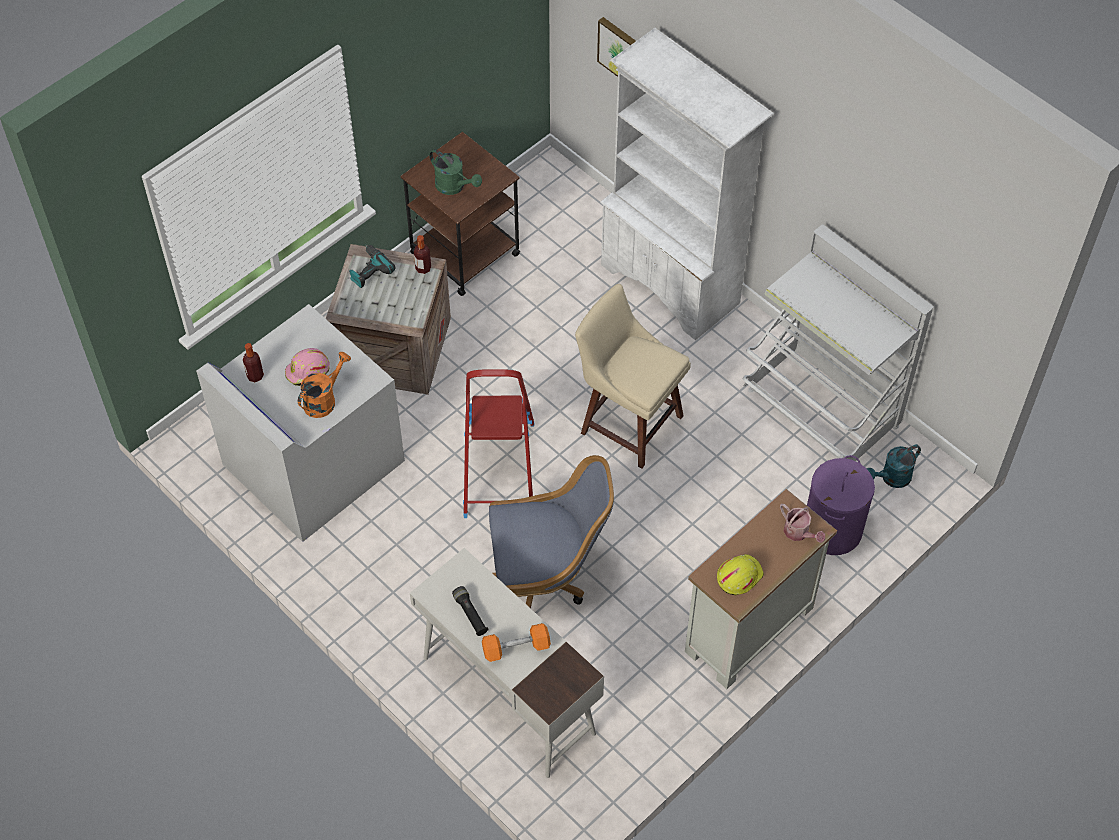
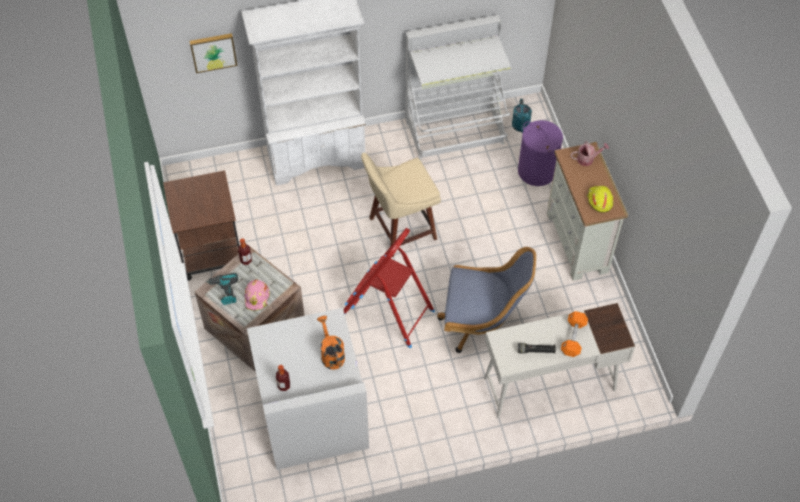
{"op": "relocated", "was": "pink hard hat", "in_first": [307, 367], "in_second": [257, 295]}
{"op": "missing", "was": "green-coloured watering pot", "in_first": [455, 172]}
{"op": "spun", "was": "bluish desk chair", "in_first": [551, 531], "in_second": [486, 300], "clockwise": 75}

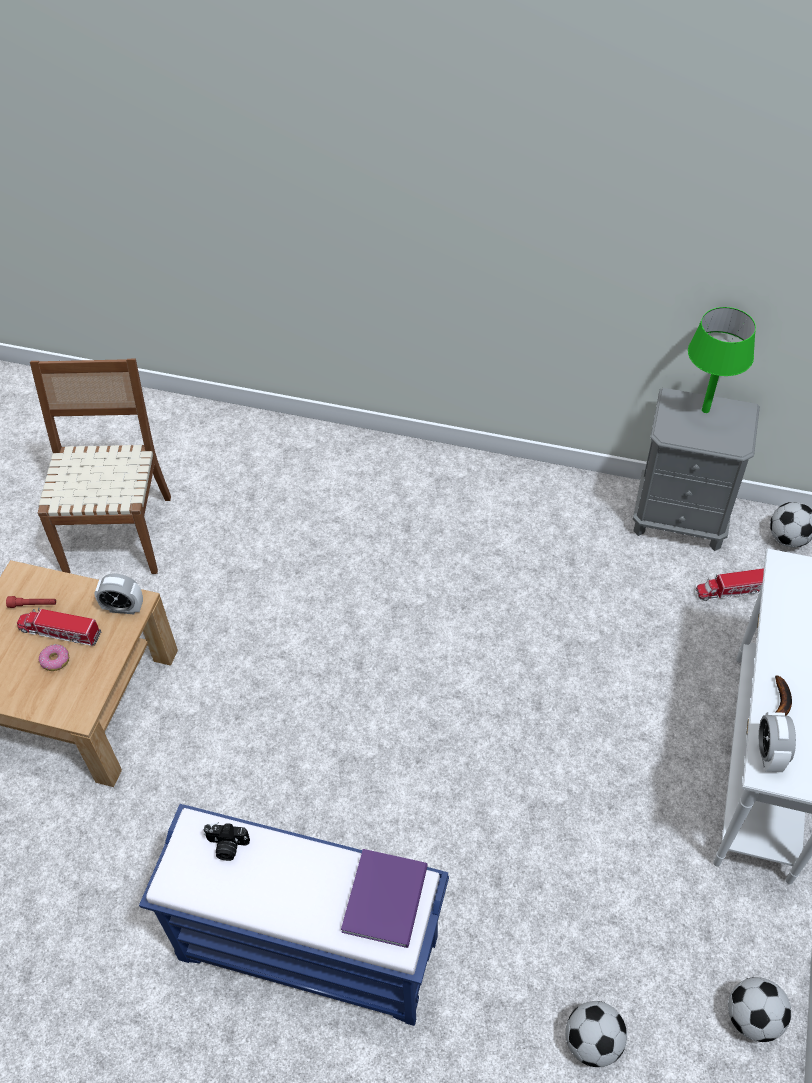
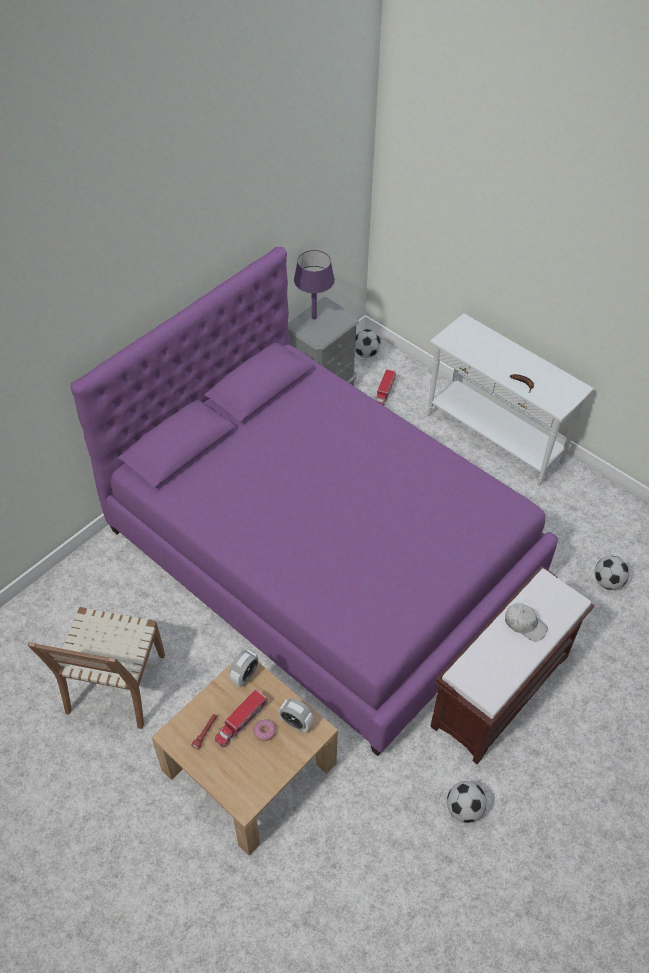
{"op": "spun", "was": "chair", "in_first": [100, 466], "in_second": [96, 668], "clockwise": -105}
{"op": "colour", "was": "bluish indoor bench", "now": "brown indoor bench", "in_first": [294, 915], "in_second": [512, 665]}
{"op": "missing", "was": "photo camera", "in_first": [226, 841]}
{"op": "missing", "was": "purple-coloured book", "in_first": [384, 898]}
{"op": "colour", "was": "green-coloured tabletop lamp", "now": "purple-coloured tabletop lamp", "in_first": [722, 360], "in_second": [314, 284]}
{"op": "relocated", "was": "ball for football", "in_first": [759, 1009], "in_second": [467, 802]}
{"op": "relocated", "was": "alarm clock", "in_first": [777, 742], "in_second": [296, 715]}
{"op": "appeared", "now": "purple-coloured sleeping bed", "in_second": [314, 501]}
{"op": "appeared", "now": "whitish baseball cap", "in_second": [526, 622]}

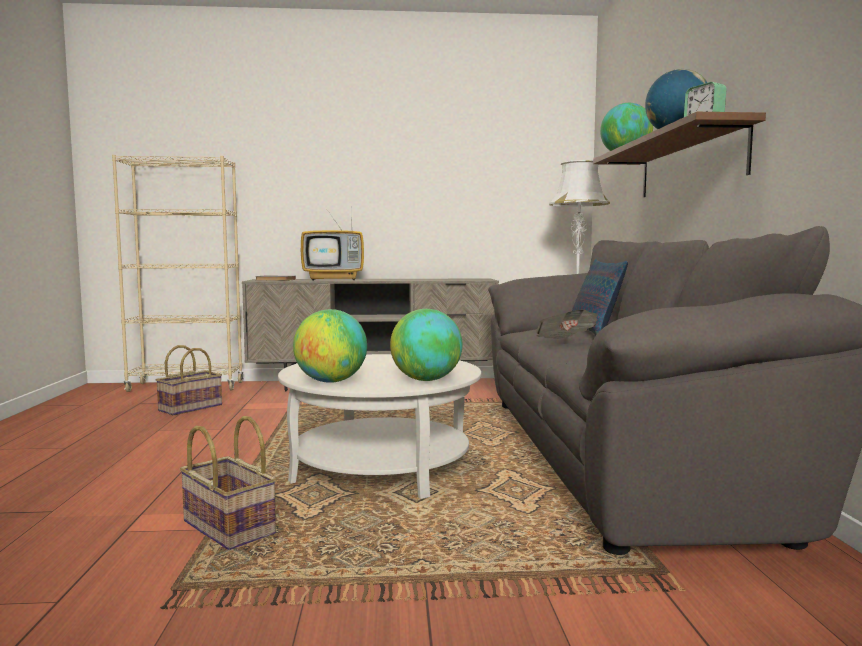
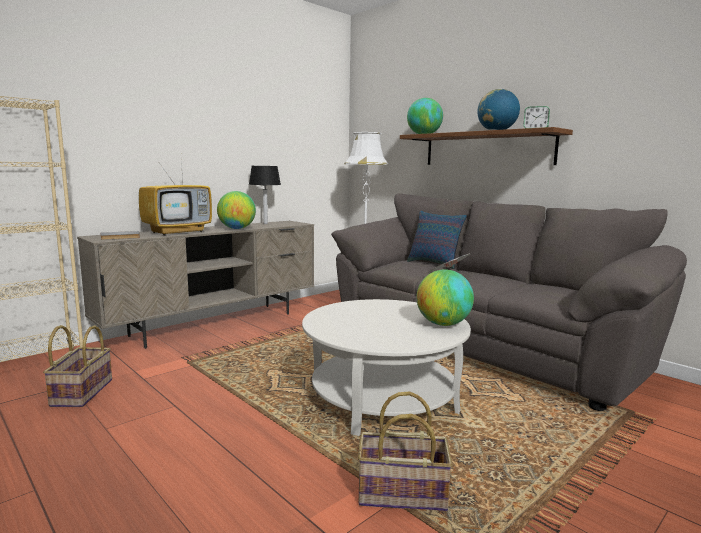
{"op": "relocated", "was": "desk globe", "in_first": [330, 346], "in_second": [236, 210]}
{"op": "appeared", "now": "black tabletop lamp", "in_second": [265, 195]}

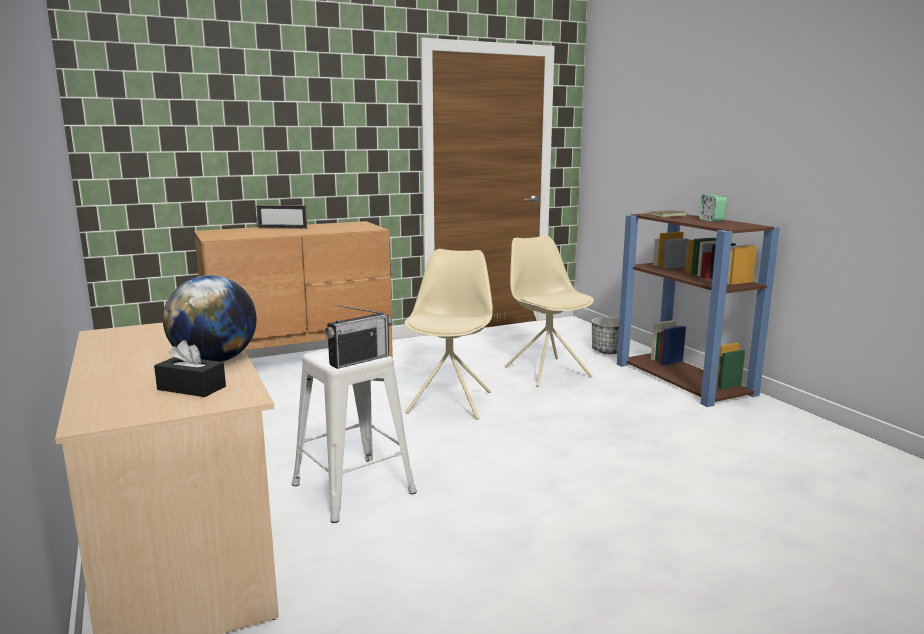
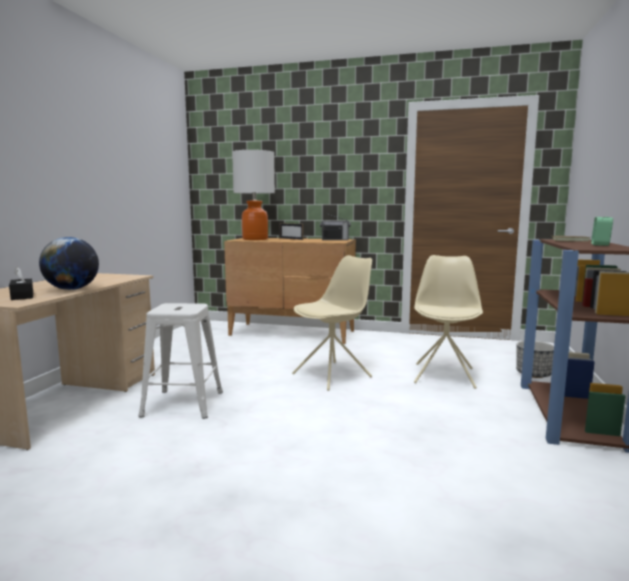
{"op": "relocated", "was": "radio", "in_first": [358, 337], "in_second": [335, 226]}
{"op": "appeared", "now": "tabletop lamp", "in_second": [253, 195]}

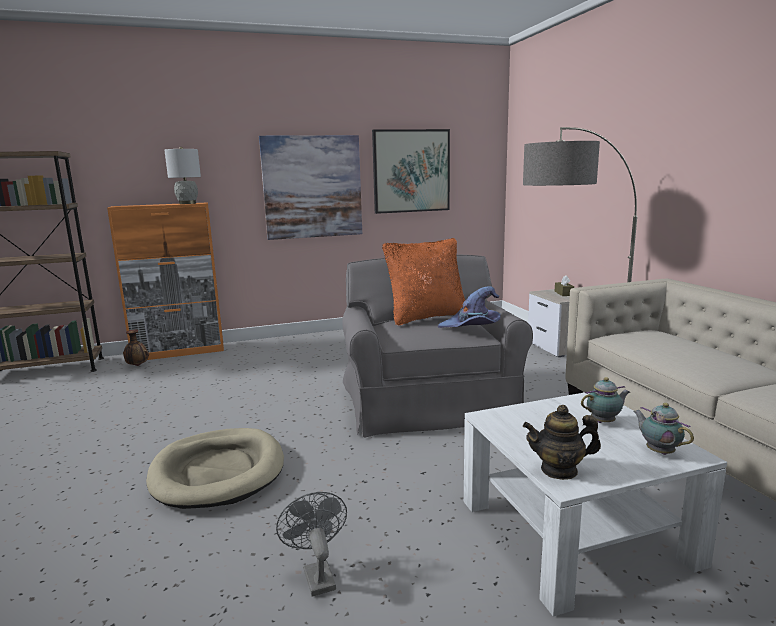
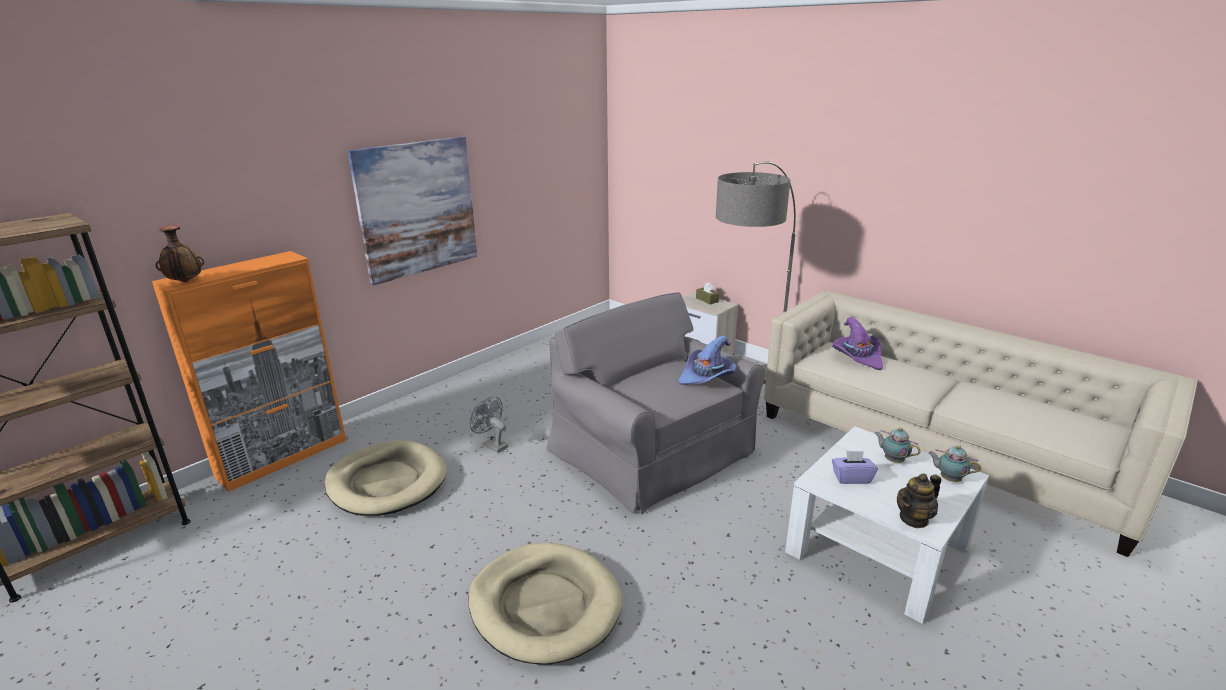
{"op": "relocated", "was": "flower vase", "in_first": [136, 348], "in_second": [179, 253]}
{"op": "missing", "was": "whitish tabletop lamp", "in_first": [182, 175]}
{"op": "relocated", "was": "gray cooling fan", "in_first": [311, 544], "in_second": [489, 425]}
{"op": "missing", "was": "picture", "in_first": [411, 171]}
{"op": "missing", "was": "orangey cushion", "in_first": [423, 282]}
{"op": "spun", "was": "pot for tea", "in_first": [605, 400], "in_second": [898, 445], "clockwise": -90}
{"op": "appeared", "now": "beige-coloured dog bed", "in_second": [386, 478]}
{"op": "appeared", "now": "purple-coloured wearable hat", "in_second": [857, 343]}
{"op": "appeared", "now": "purple-coloured box of tissues", "in_second": [855, 467]}

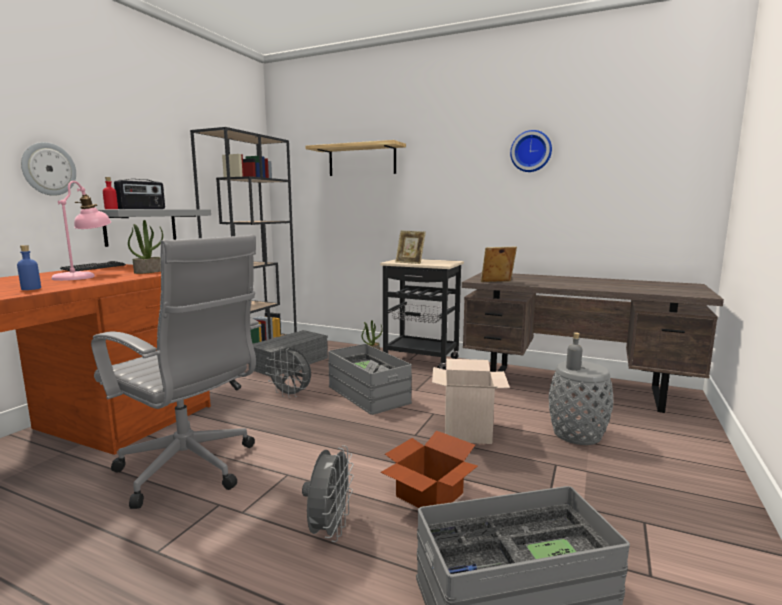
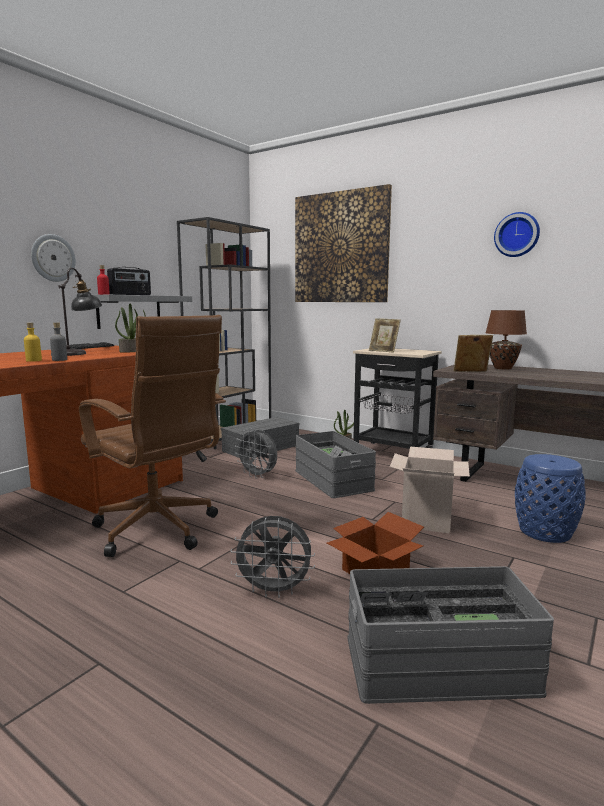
{"op": "colour", "was": "bluish bottle", "now": "yellow bottle", "in_first": [29, 267], "in_second": [33, 342]}
{"op": "colour", "was": "pink tabletop lamp", "now": "gray tabletop lamp", "in_first": [81, 231], "in_second": [80, 312]}
{"op": "colour", "was": "gray desk chair", "now": "brown desk chair", "in_first": [176, 371], "in_second": [152, 436]}
{"op": "spun", "was": "gray cooling fan", "in_first": [328, 493], "in_second": [272, 557], "clockwise": 75}
{"op": "exchanged", "was": "wall shelf", "now": "picture", "in_first": [356, 158], "in_second": [343, 243]}
{"op": "colour", "was": "gray stool seat", "now": "bluish stool seat", "in_first": [581, 403], "in_second": [550, 498]}
{"op": "relocated", "was": "gray bottle", "in_first": [574, 351], "in_second": [58, 341]}
{"op": "appeared", "now": "brown tabletop lamp", "in_second": [506, 339]}

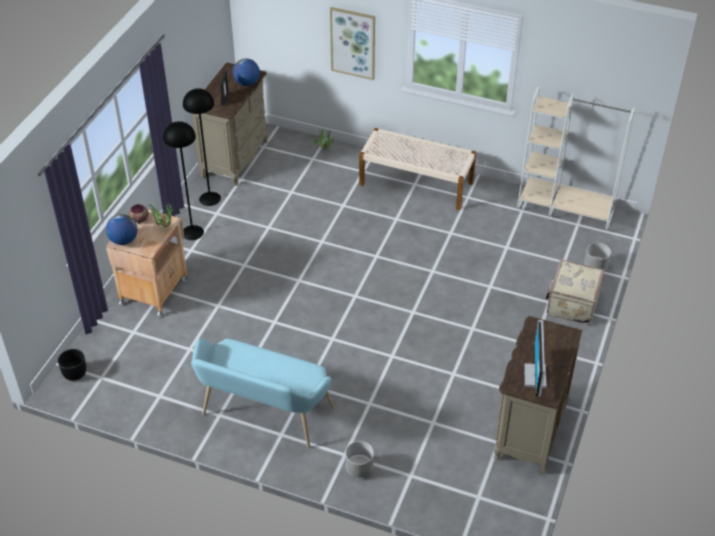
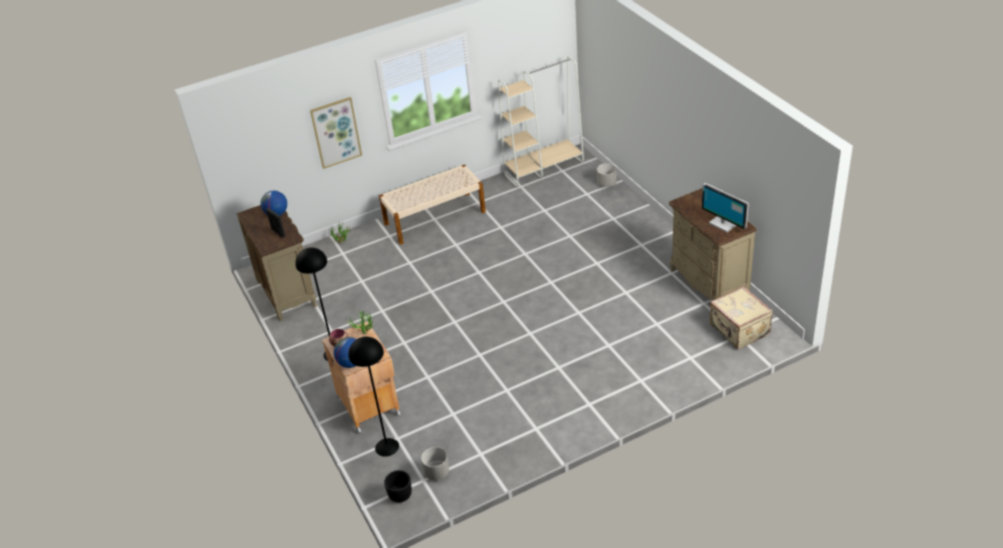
{"op": "relocated", "was": "black floor lamp", "in_first": [202, 147], "in_second": [373, 397]}
{"op": "missing", "was": "turquoise indoor bench", "in_first": [263, 393]}
{"op": "relocated", "was": "gray plant pot", "in_first": [359, 459], "in_second": [435, 463]}
{"op": "relocated", "was": "beige-coloured piece of luggage", "in_first": [574, 292], "in_second": [741, 317]}

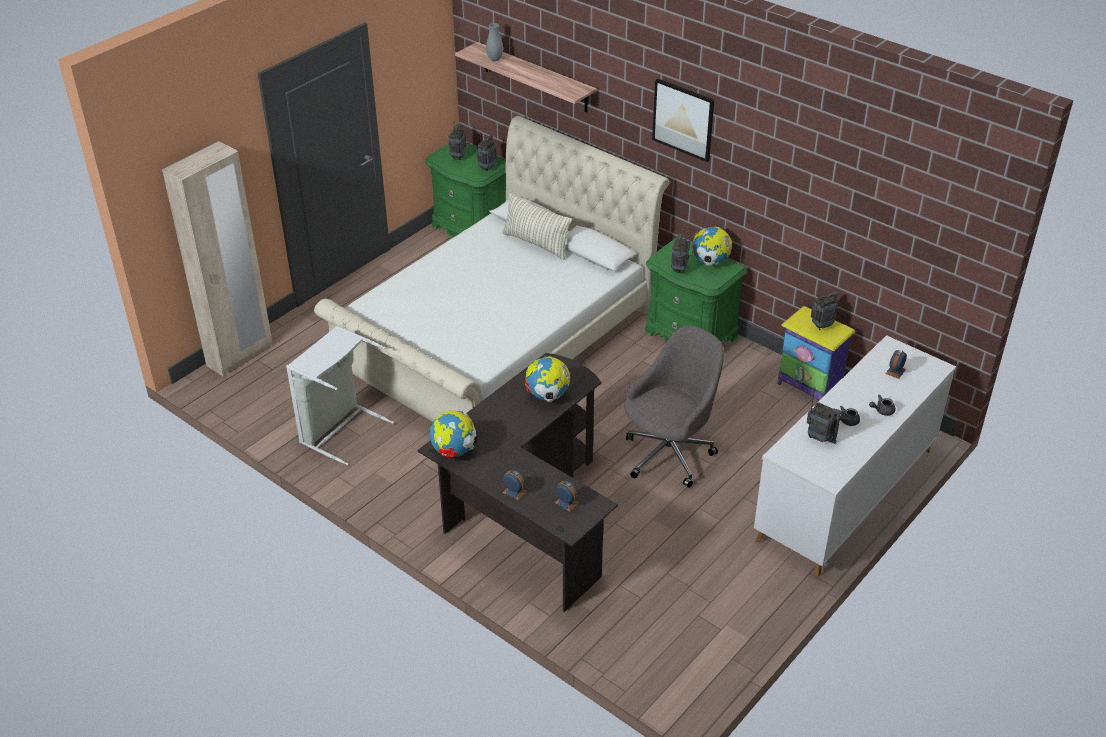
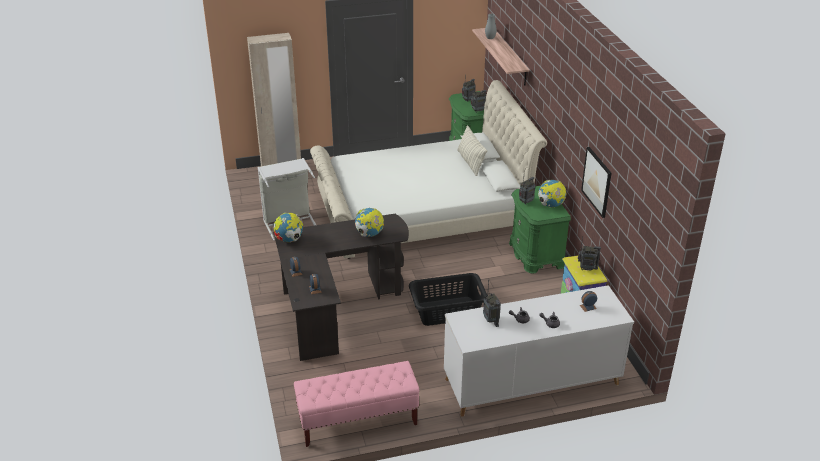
{"op": "exchanged", "was": "gray desk chair", "now": "black washing basket", "in_first": [674, 407], "in_second": [448, 299]}
{"op": "relocated", "was": "picture", "in_first": [683, 120], "in_second": [596, 182]}
{"op": "appeared", "now": "pink indoor bench", "in_second": [357, 404]}

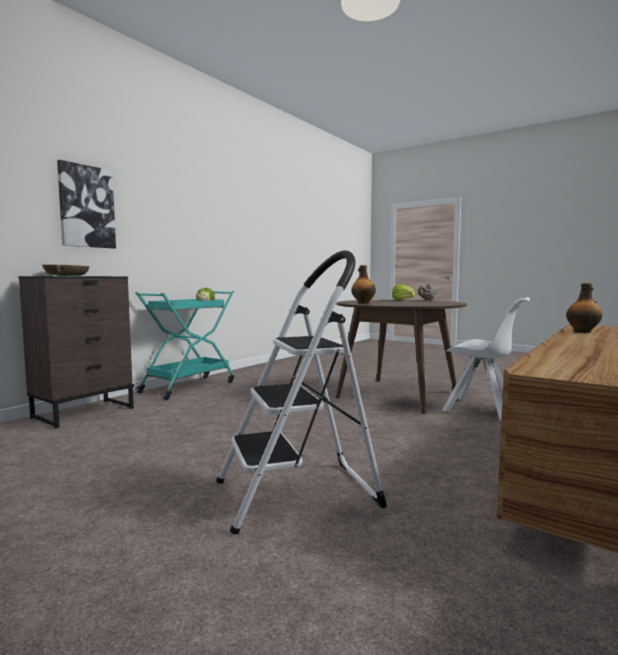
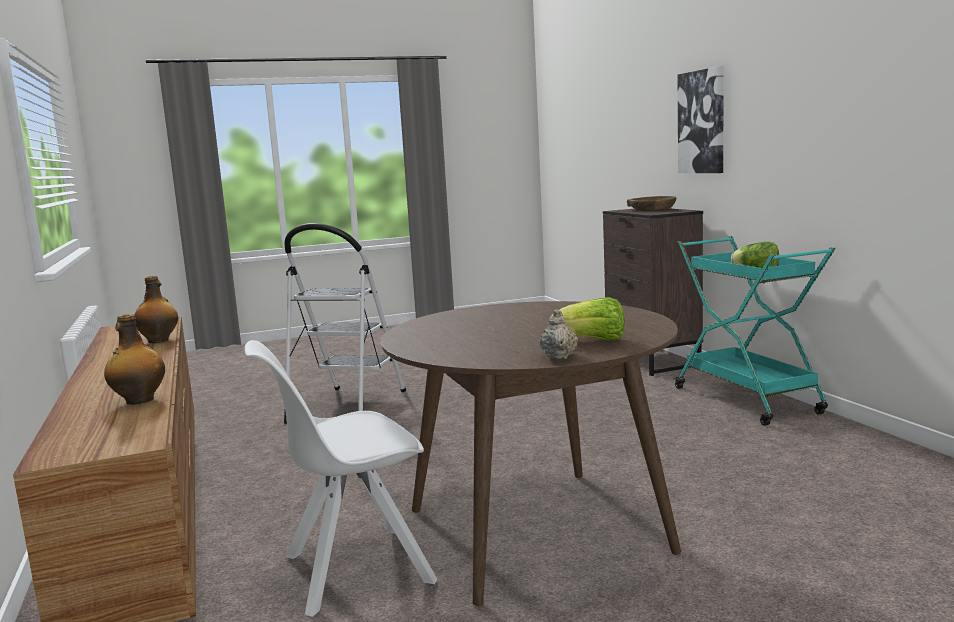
{"op": "relocated", "was": "bottle", "in_first": [363, 284], "in_second": [156, 309]}

